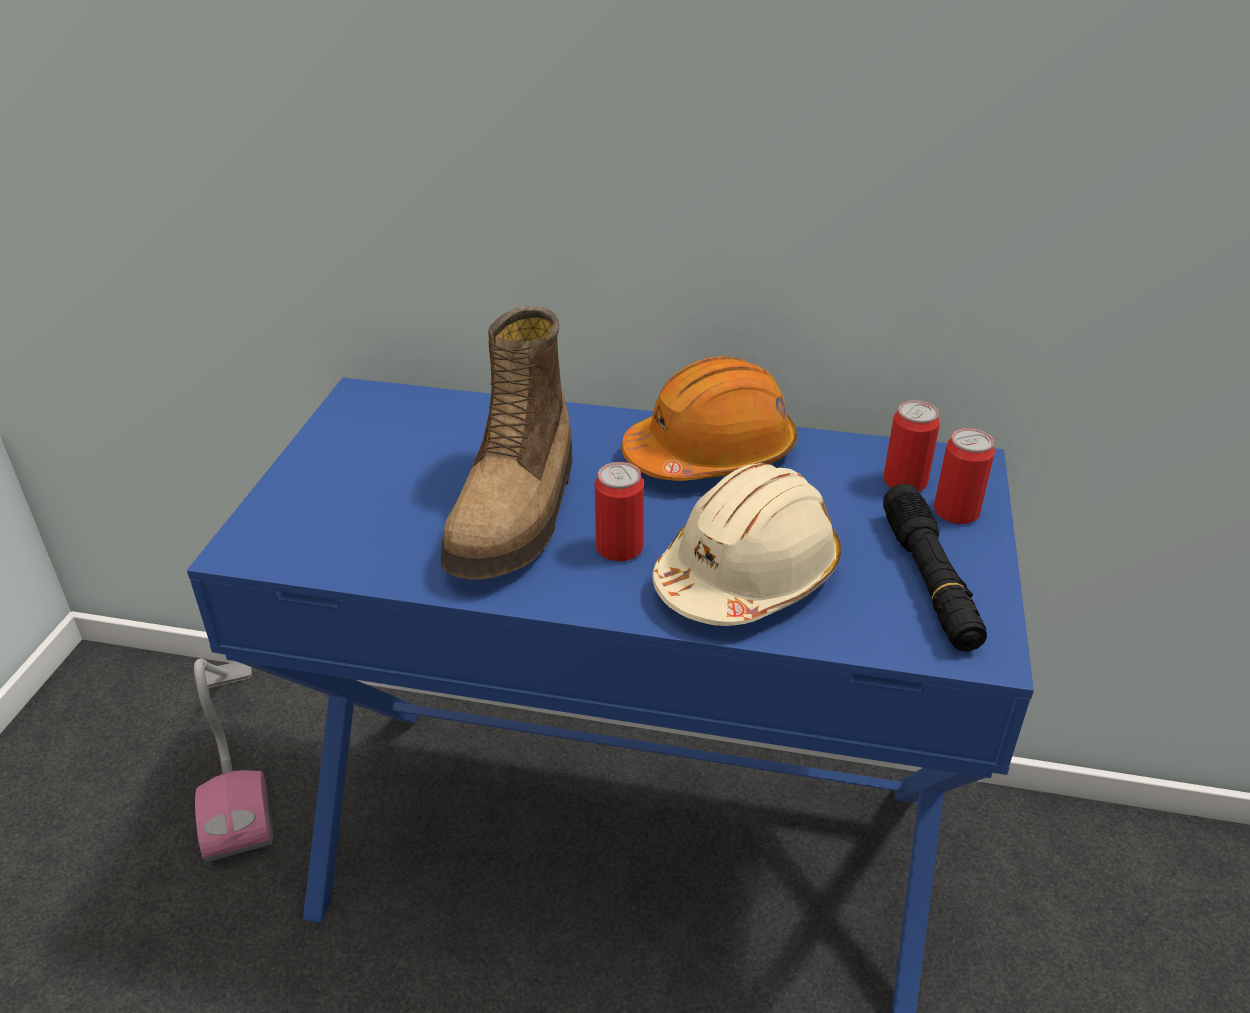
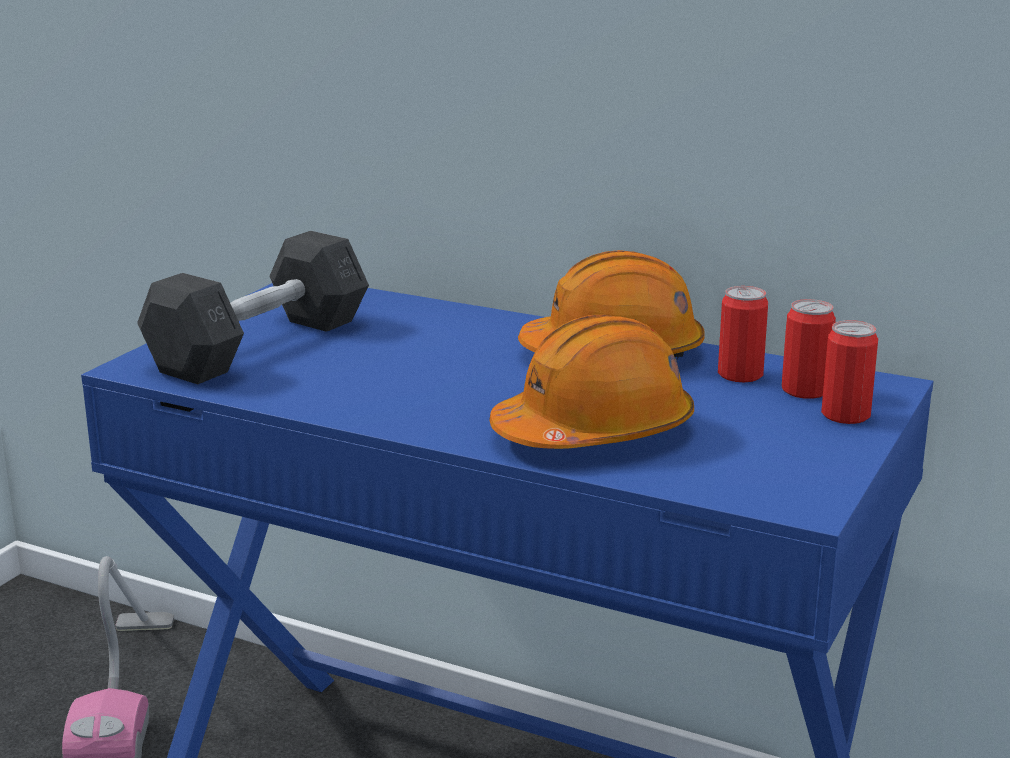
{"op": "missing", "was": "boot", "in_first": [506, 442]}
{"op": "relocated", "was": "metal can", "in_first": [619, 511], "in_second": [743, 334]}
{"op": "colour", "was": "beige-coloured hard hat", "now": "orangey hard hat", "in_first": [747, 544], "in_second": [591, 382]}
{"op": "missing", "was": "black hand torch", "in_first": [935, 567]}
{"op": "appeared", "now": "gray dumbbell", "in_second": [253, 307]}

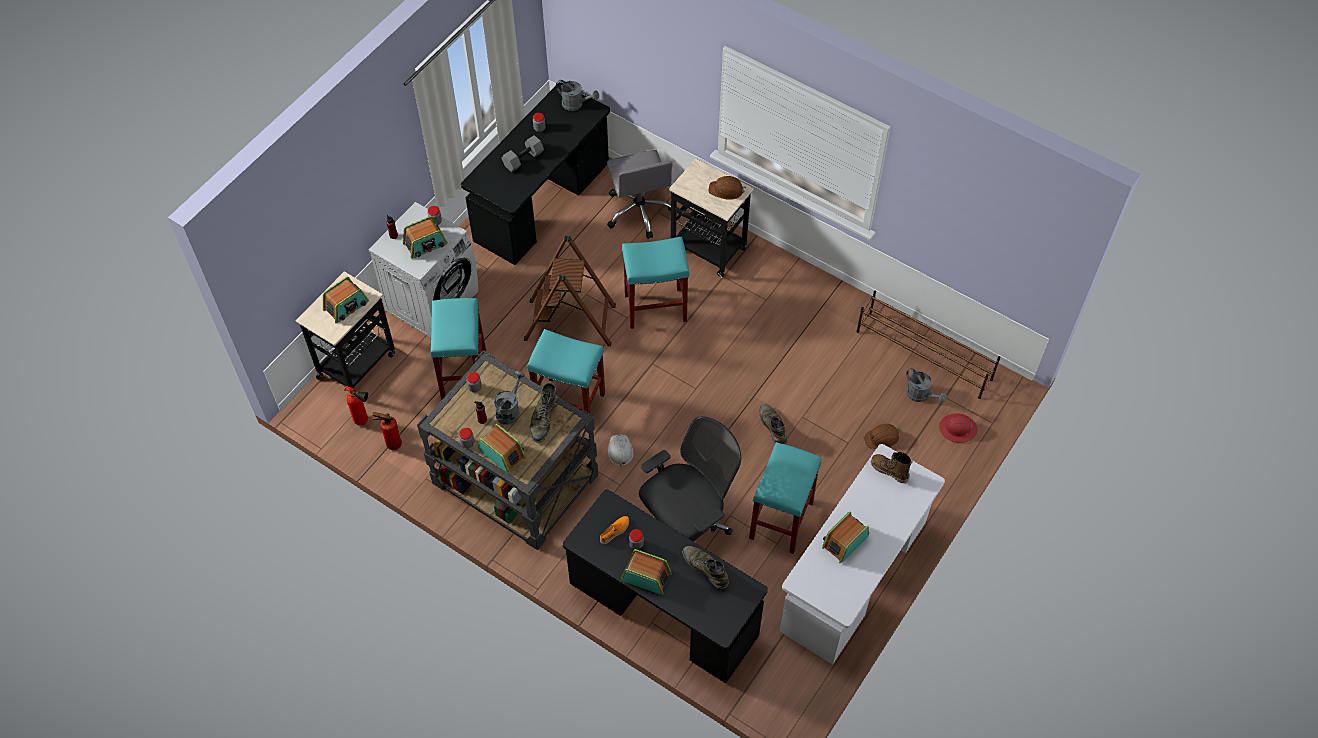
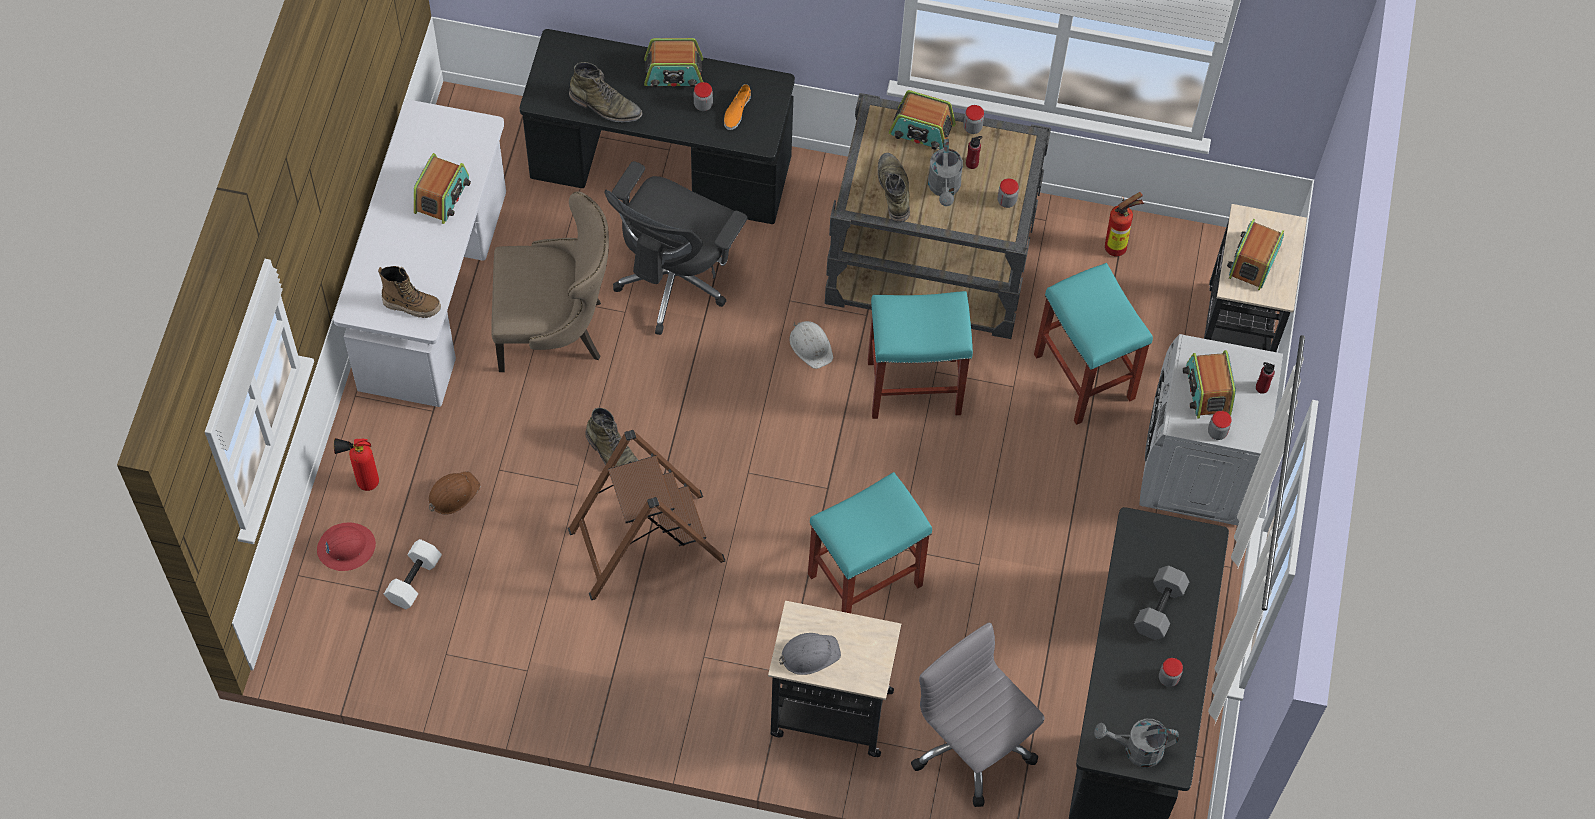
{"op": "relocated", "was": "extinguisher", "in_first": [356, 405], "in_second": [356, 464]}
{"op": "spun", "was": "radio", "in_first": [425, 237], "in_second": [1209, 384], "clockwise": -45}
{"op": "relocated", "was": "brown stepladder", "in_first": [570, 291], "in_second": [646, 515]}
{"op": "colour", "was": "brown hard hat", "now": "gray hard hat", "in_first": [727, 188], "in_second": [810, 654]}
{"op": "exchanged", "was": "turquoise stool seat", "now": "beige-coloured chair", "in_first": [785, 498], "in_second": [550, 282]}
{"op": "missing", "was": "brown shoe rack", "in_first": [928, 344]}
{"op": "exchanged", "was": "gray watering pot", "now": "whitish dumbbell", "in_first": [926, 385], "in_second": [413, 574]}

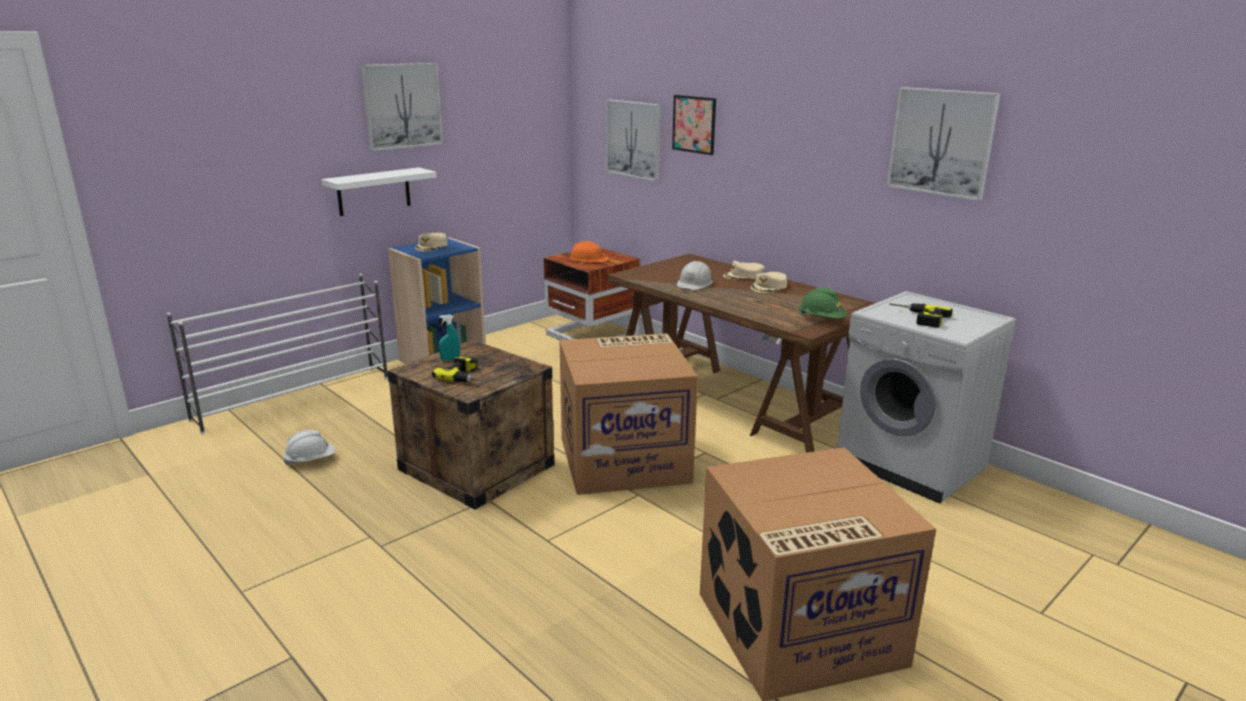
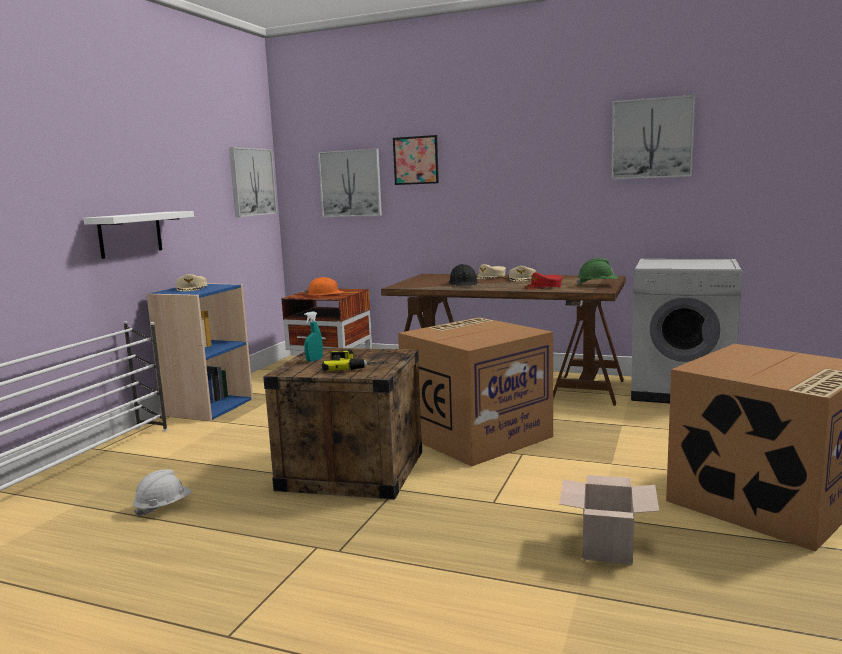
{"op": "relocated", "was": "picture", "in_first": [402, 107], "in_second": [253, 182]}
{"op": "colour", "was": "whitish hard hat", "now": "black hard hat", "in_first": [695, 275], "in_second": [463, 275]}
{"op": "missing", "was": "drill", "in_first": [921, 315]}
{"op": "appeared", "now": "reddish baseball cap", "in_second": [543, 281]}
{"op": "appeared", "now": "packing box", "in_second": [609, 520]}

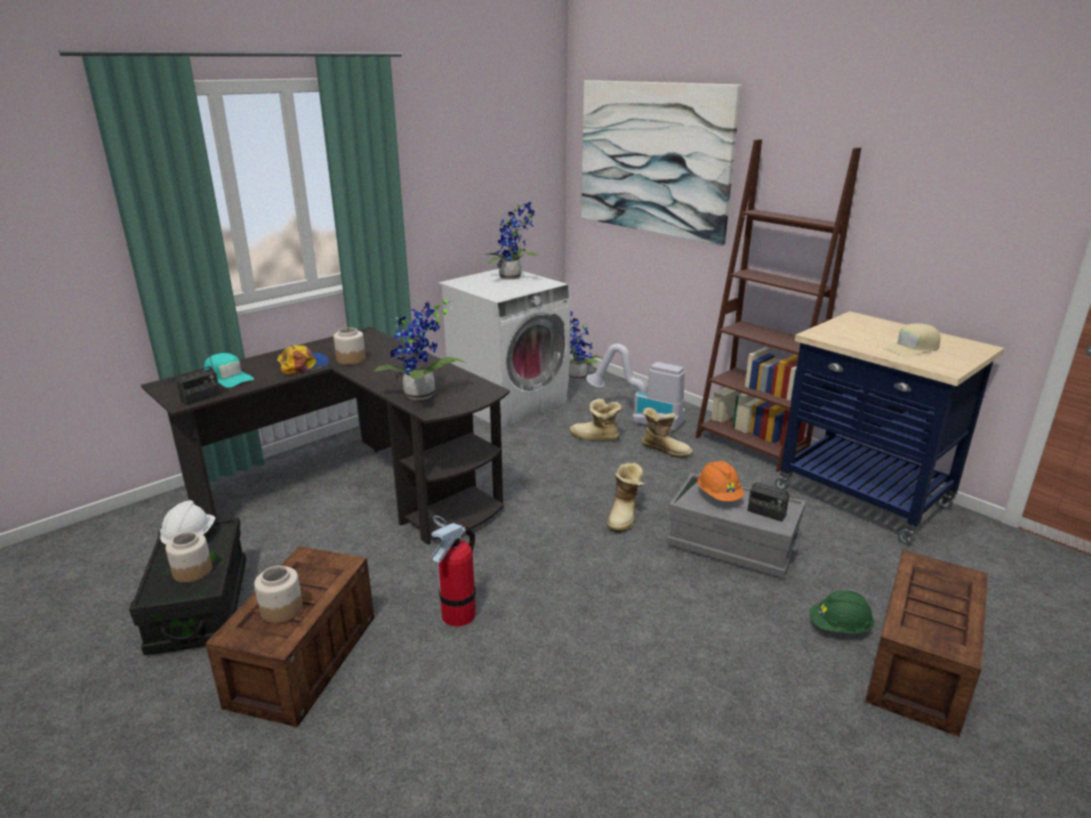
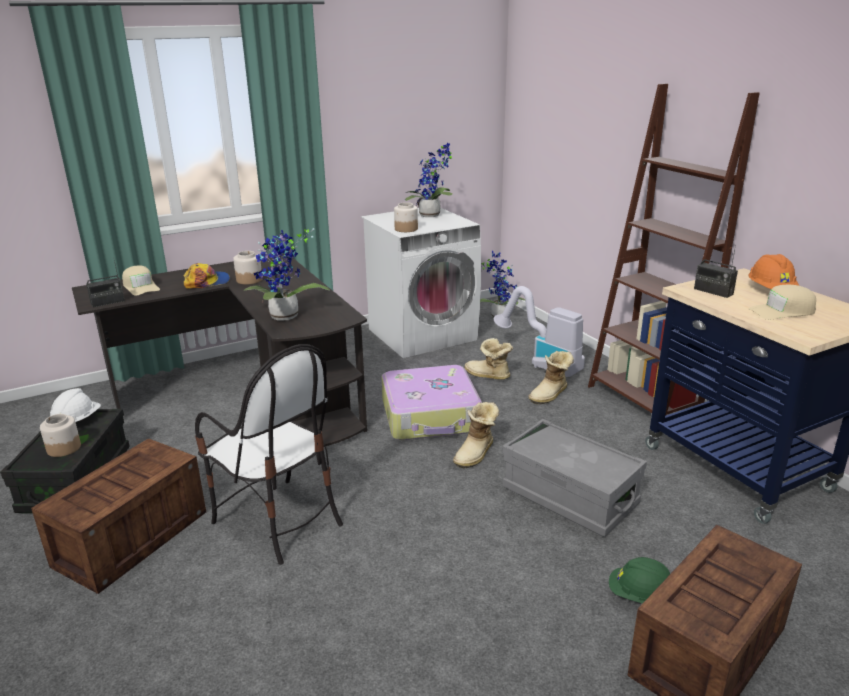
{"op": "colour", "was": "turquoise baseball cap", "now": "beige-coloured baseball cap", "in_first": [229, 370], "in_second": [141, 280]}
{"op": "relocated", "was": "preserve jar", "in_first": [278, 594], "in_second": [406, 217]}
{"op": "exchanged", "was": "extinguisher", "now": "chair", "in_first": [453, 571], "in_second": [269, 454]}
{"op": "missing", "was": "picture", "in_first": [661, 163]}
{"op": "spun", "was": "boot", "in_first": [667, 433], "in_second": [551, 378], "clockwise": 90}
{"op": "relocated", "was": "orangey hard hat", "in_first": [720, 481], "in_second": [773, 271]}
{"op": "relocated", "was": "radio", "in_first": [768, 499], "in_second": [716, 271]}
{"op": "appeared", "now": "piece of luggage", "in_second": [431, 402]}

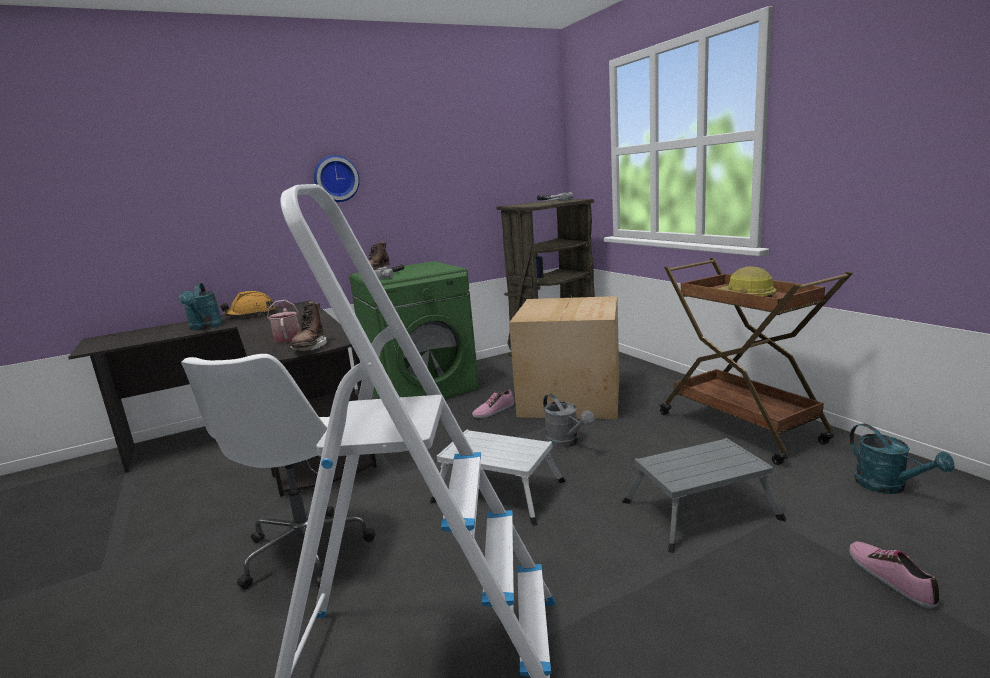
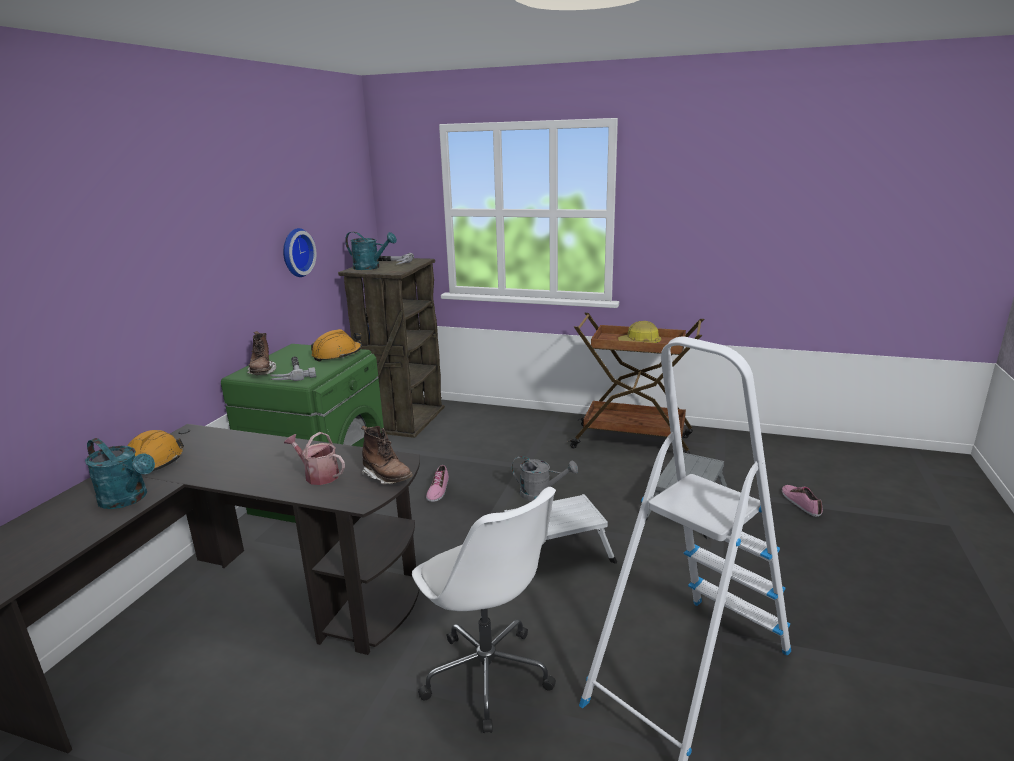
{"op": "relocated", "was": "hanging clock", "in_first": [337, 178], "in_second": [299, 252]}
{"op": "missing", "was": "packing box", "in_first": [564, 357]}
{"op": "spun", "was": "item of footwear", "in_first": [894, 574], "in_second": [802, 501], "clockwise": 45}
{"op": "relocated", "was": "turquoise watering pot", "in_first": [902, 458], "in_second": [371, 251]}
{"op": "appeared", "now": "orangey hard hat", "in_second": [336, 345]}

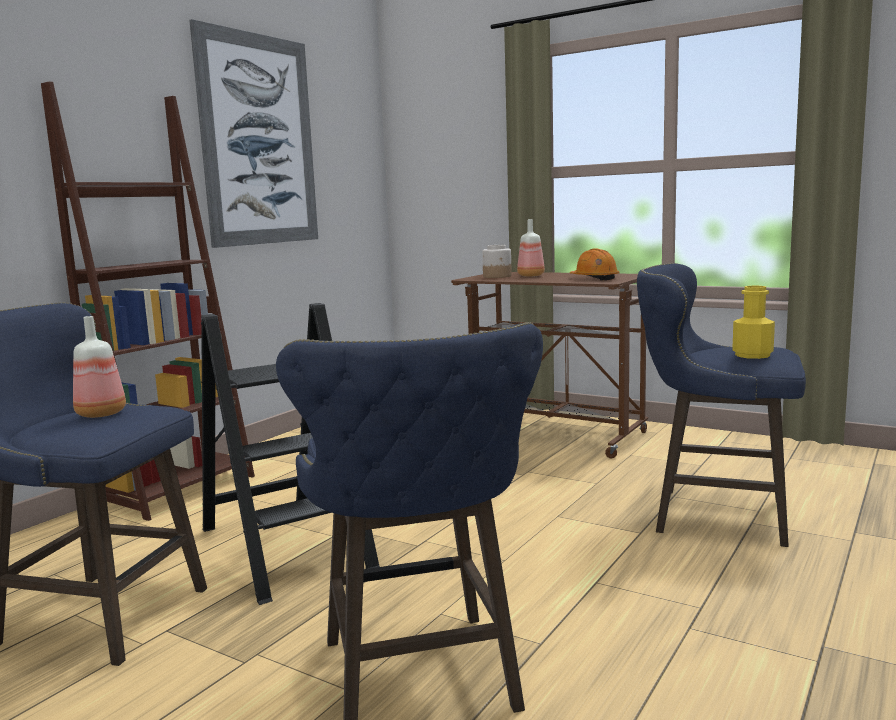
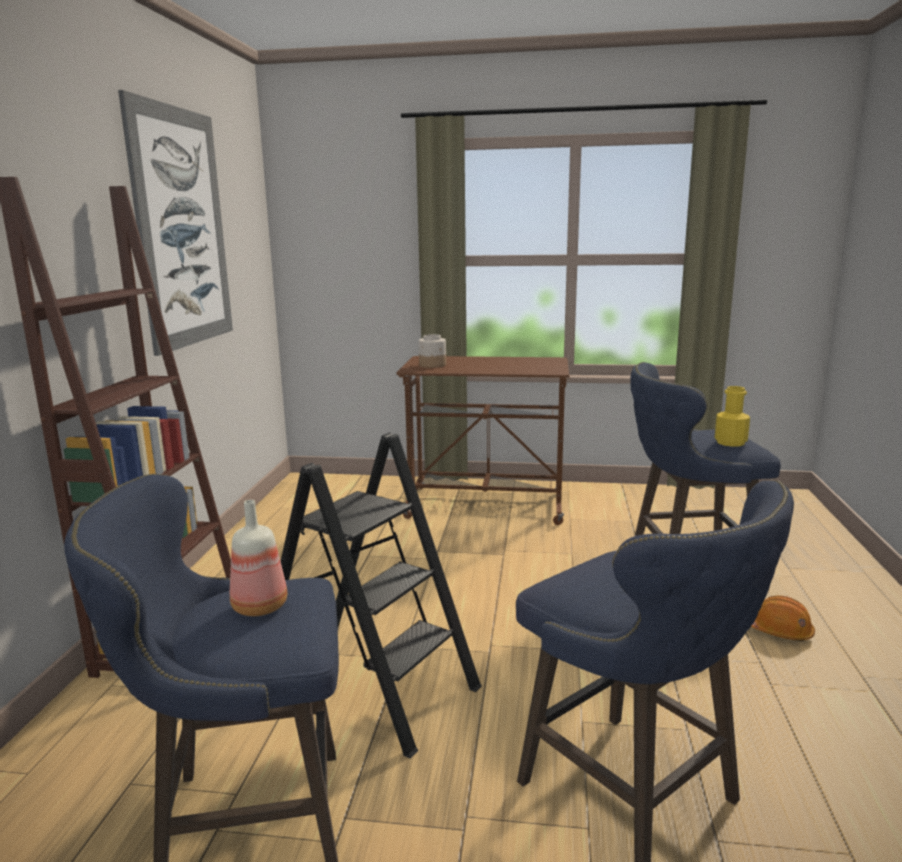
{"op": "missing", "was": "bottle", "in_first": [531, 248]}
{"op": "relocated", "was": "orangey hard hat", "in_first": [595, 264], "in_second": [783, 618]}

